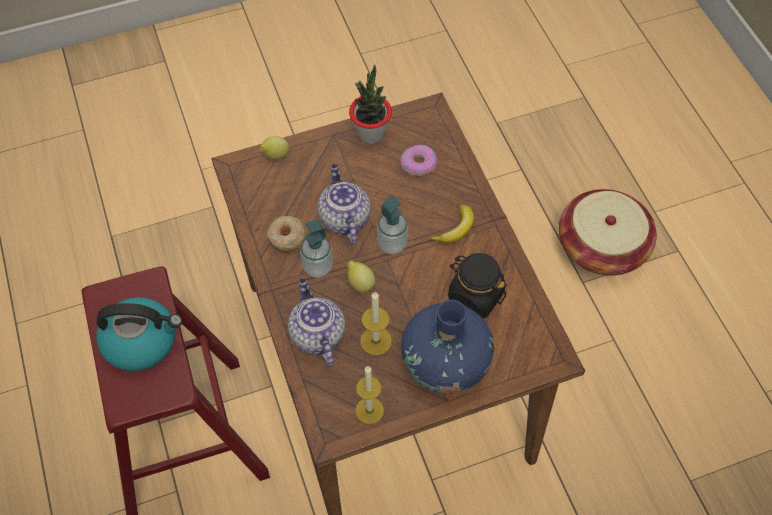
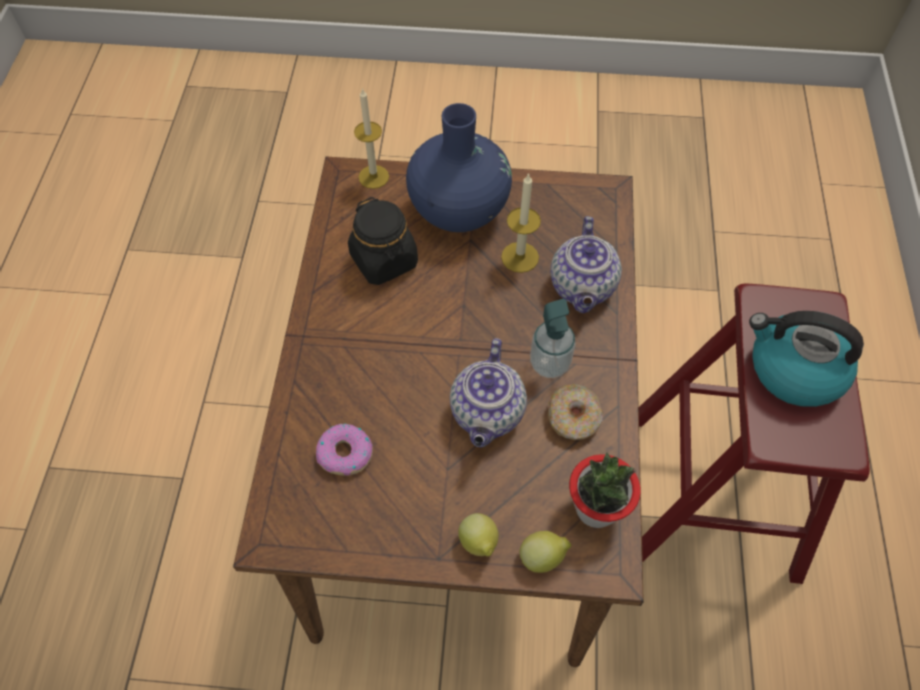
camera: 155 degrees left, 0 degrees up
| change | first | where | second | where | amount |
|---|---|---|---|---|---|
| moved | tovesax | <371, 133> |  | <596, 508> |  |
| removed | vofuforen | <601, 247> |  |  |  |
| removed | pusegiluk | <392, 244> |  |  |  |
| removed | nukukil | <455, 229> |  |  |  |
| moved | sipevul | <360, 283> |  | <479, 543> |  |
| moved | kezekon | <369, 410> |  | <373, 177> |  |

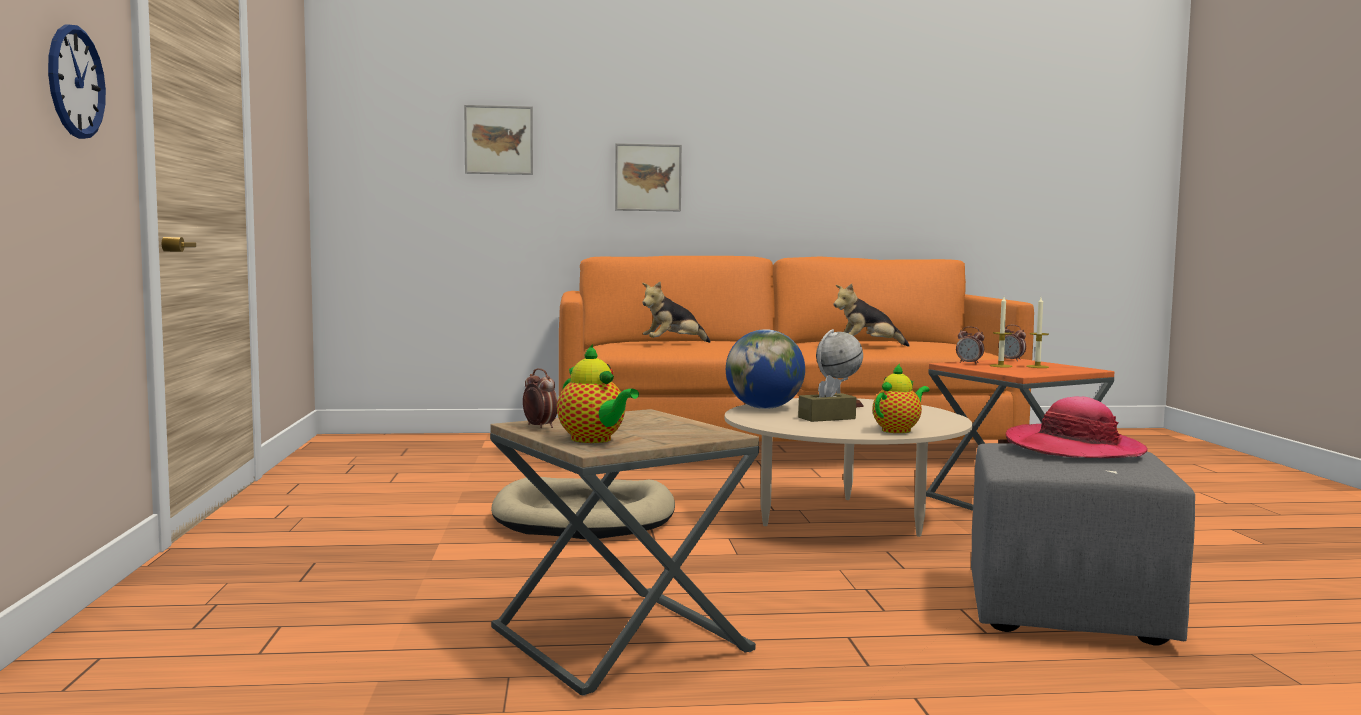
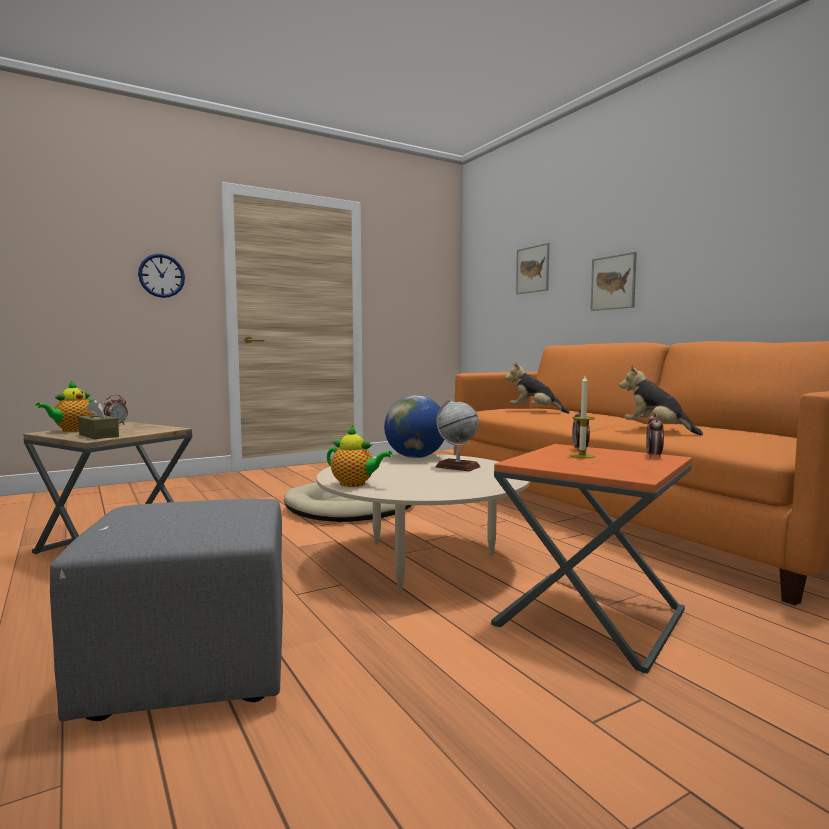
camera: 65 degrees right, 0 degrees up
| change | first | where | second | where | amount |
|---|---|---|---|---|---|
| removed | kezekon | <1037, 366> |  |  |  |
| moved | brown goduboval | <826, 418> |  | <98, 435> |  |
| removed | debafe | <1074, 449> |  |  |  |

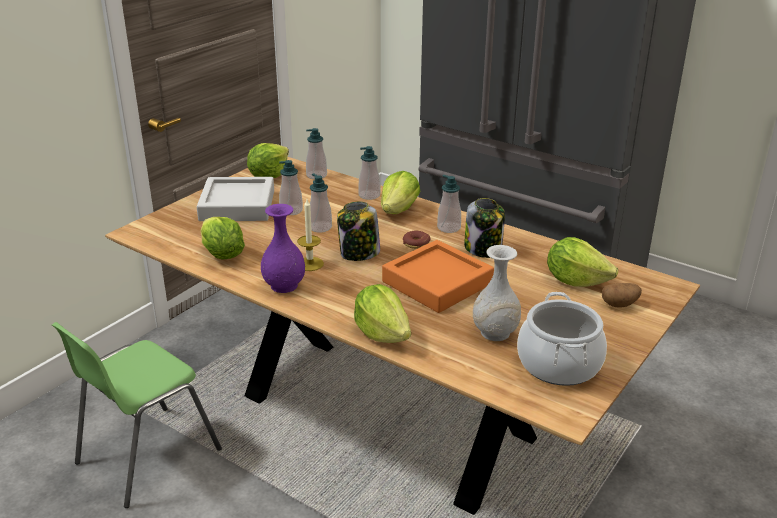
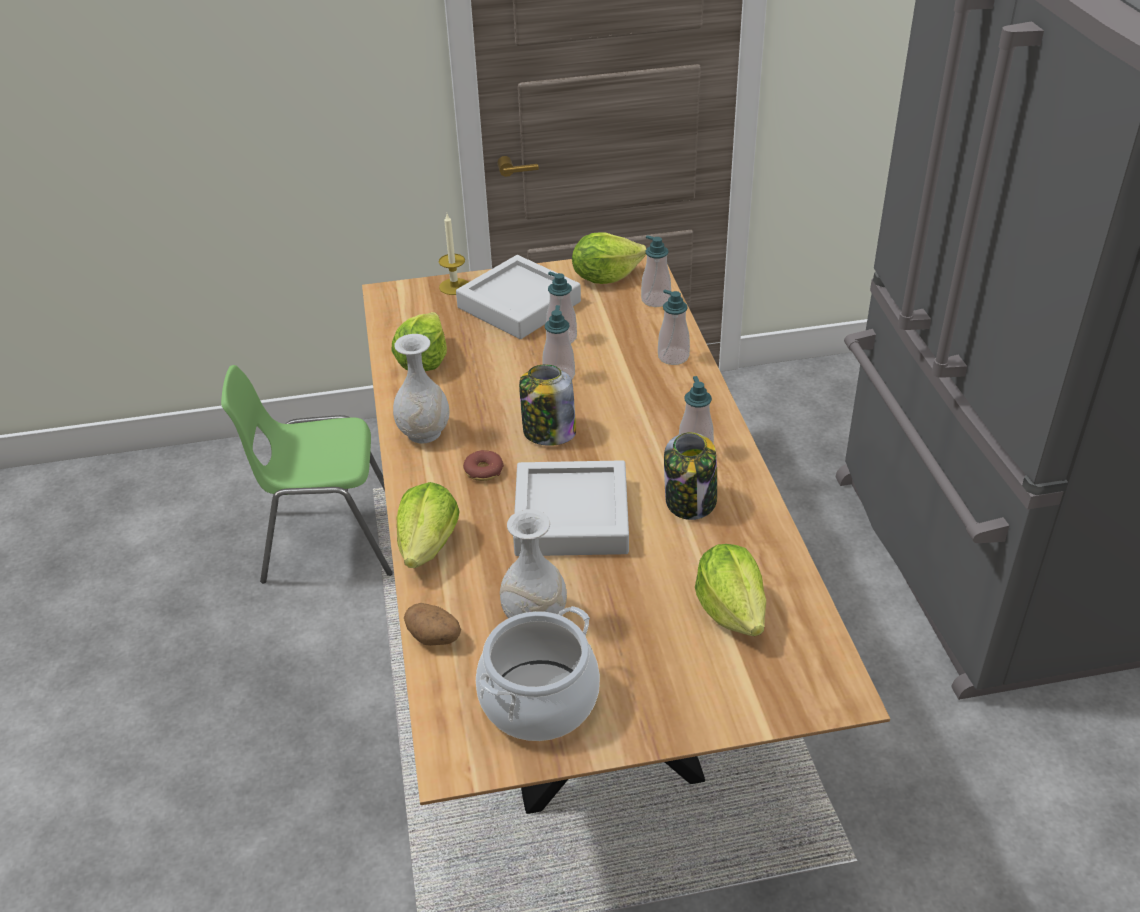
camera: 45 degrees right, 10 degrees up
| change | first | where | second | where | amount |
|---|---|---|---|---|---|
| removed | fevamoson | <399, 210> |  |  |  |
| moved | kezekon | <310, 264> |  | <454, 286> |  |
| recoloured | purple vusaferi | <284, 285> | white vusaferi | <425, 432> |  |
| moved | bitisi | <416, 244> |  | <483, 471> |  |
| recoloured | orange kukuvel | <437, 283> | grey kukuvel | <571, 517> |  |
| moved | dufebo | <619, 304> |  | <435, 637> |  |

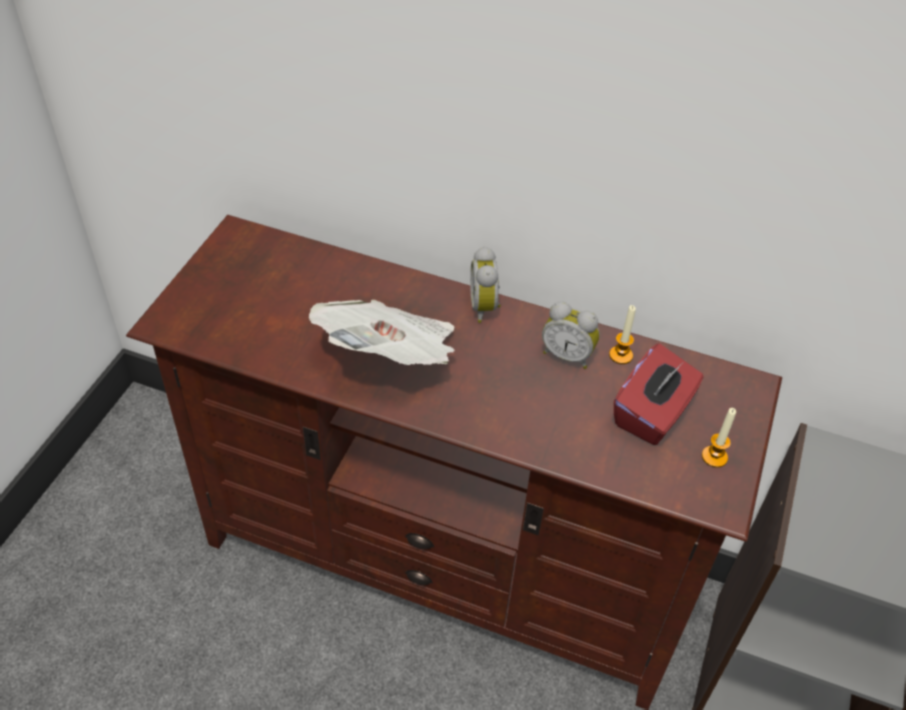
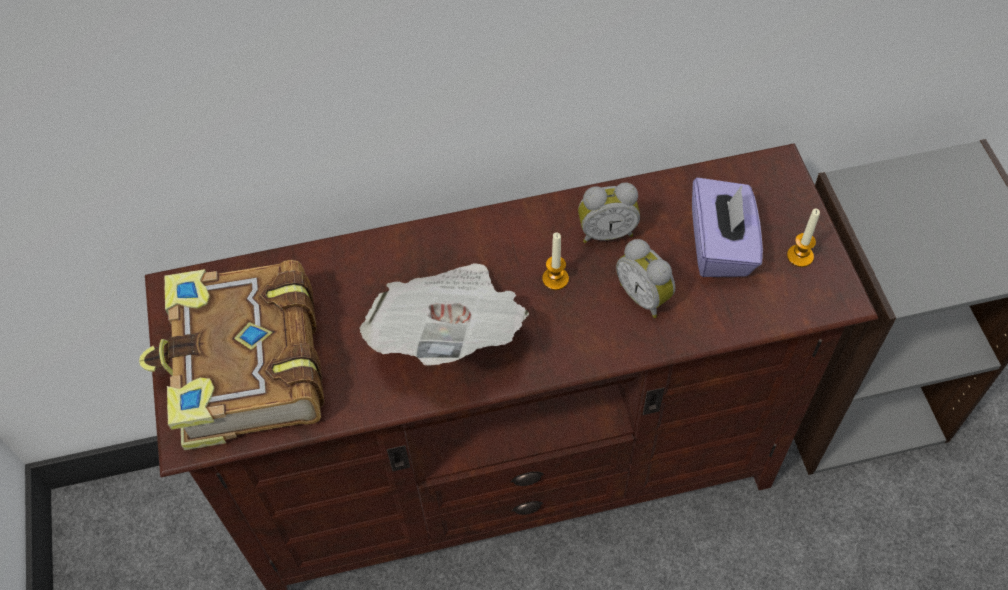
camera: 30 degrees left, 10 degrees up
| change | first | where | second | where | amount |
|---|---|---|---|---|---|
| moved | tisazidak | <485, 307> |  | <645, 296> |  |
| moved | kezekon | <620, 355> |  | <555, 279> |  |
| recoloured | red goduboval | <652, 414> | purple goduboval | <721, 246> |  |
| added |  |  | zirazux | <246, 368> |  |

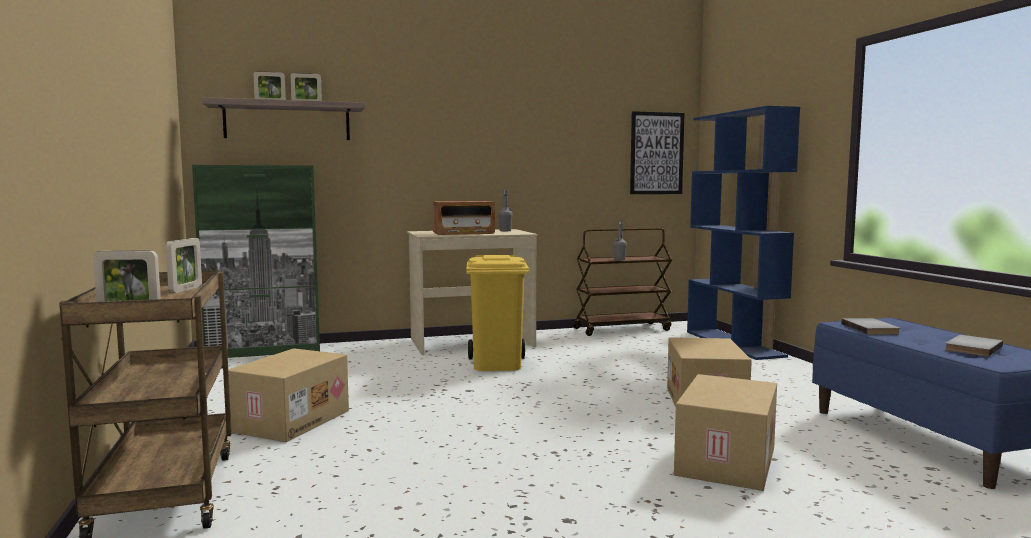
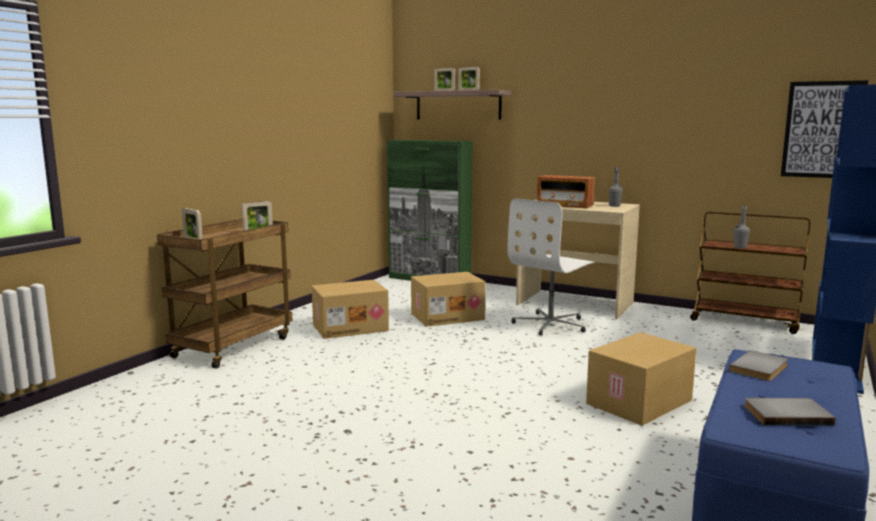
camera: 45 degrees right, 5 degrees up
| change | first | where | second | where | amount |
|---|---|---|---|---|---|
| replaced | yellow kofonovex | <496, 364> | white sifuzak | <551, 324> |  |
| moved | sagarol | <724, 460> |  | <447, 316> |  |

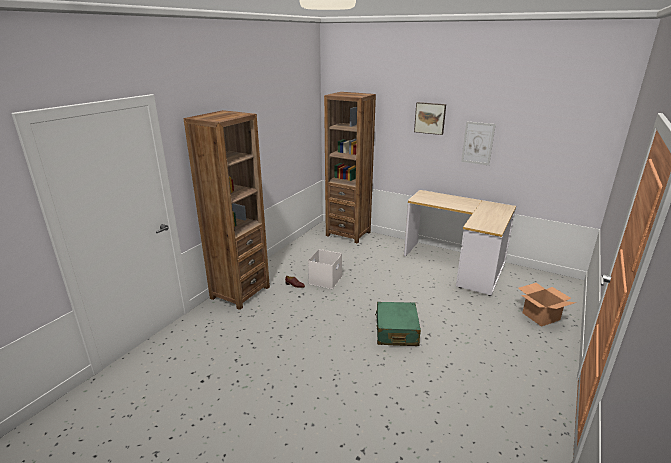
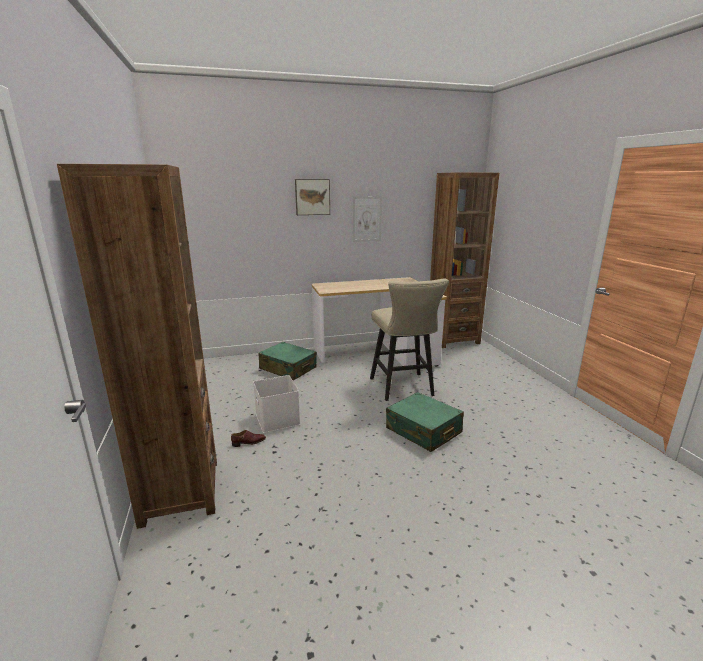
camera: 45 degrees left, 5 degrees down
| change | first | where | second | where | amount |
|---|---|---|---|---|---|
| moved | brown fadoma | <348, 234> |  | <452, 339> |  |
| removed | sagarol | <540, 316> |  |  |  |
| added |  |  | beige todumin | <403, 389> |  |
| added |  |  | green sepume | <288, 368> |  |

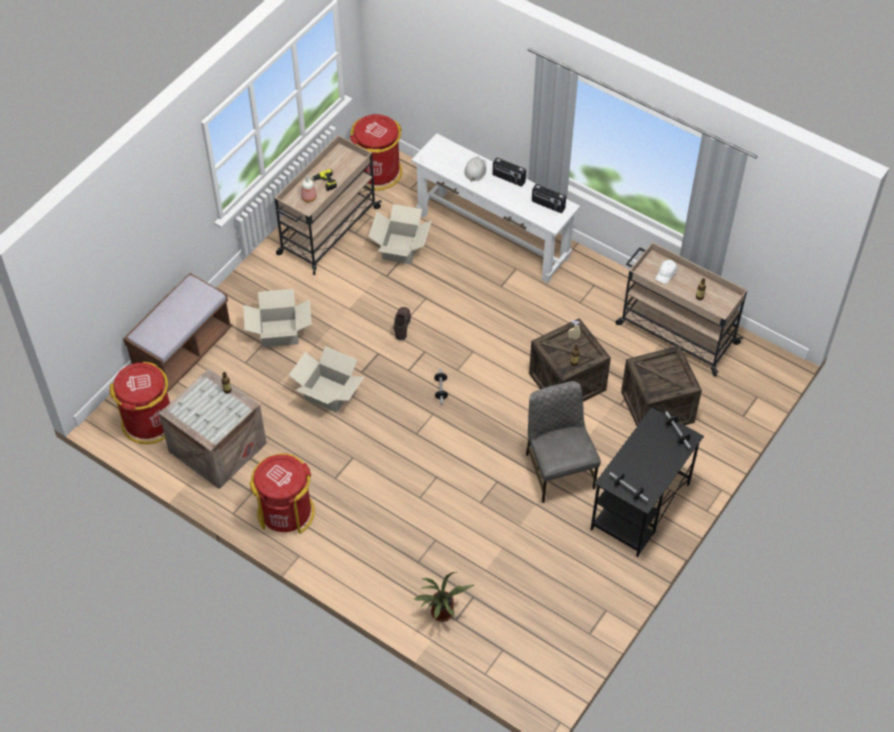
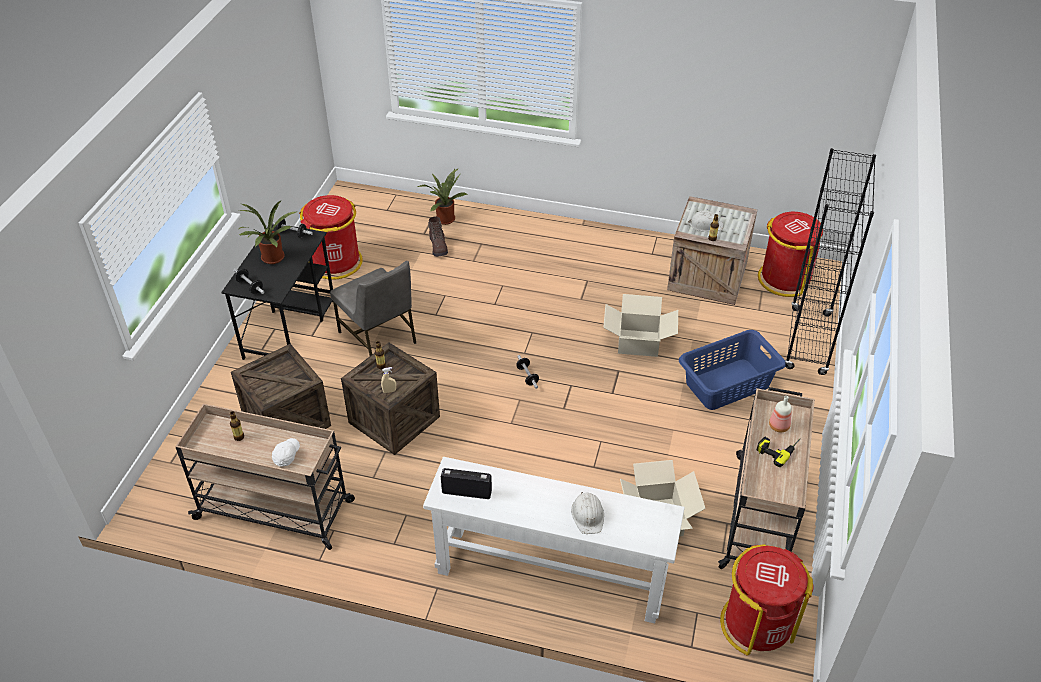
camera: 160 degrees right, 10 degrees down
| change | first | where | second | where | amount |
|---|---|---|---|---|---|
| removed | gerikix | <508, 179> |  |  |  |
| replaced | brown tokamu | <183, 351> | black fadoma | <808, 341> |  |
| replaced | sagarol | <279, 332> | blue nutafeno | <728, 384> |  |
| moved | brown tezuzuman | <401, 326> |  | <438, 247> |  |
| moved | red kofonovex | <286, 512> |  | <335, 262> |  |
| added |  |  | tovesax | <272, 259> |  |
| added |  |  | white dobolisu | <705, 225> |  |

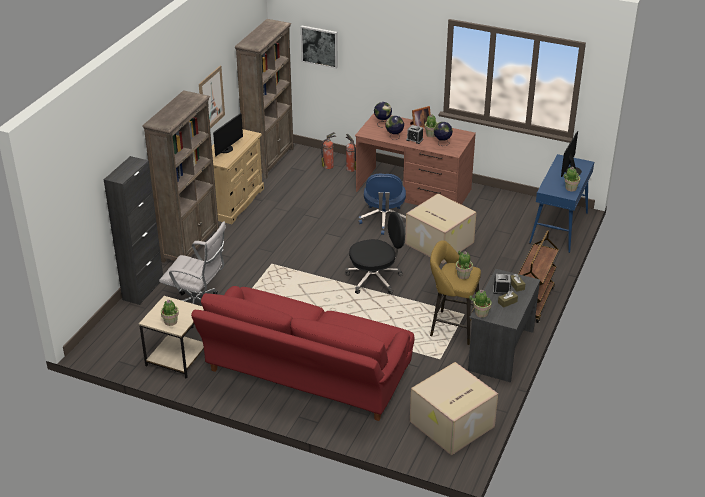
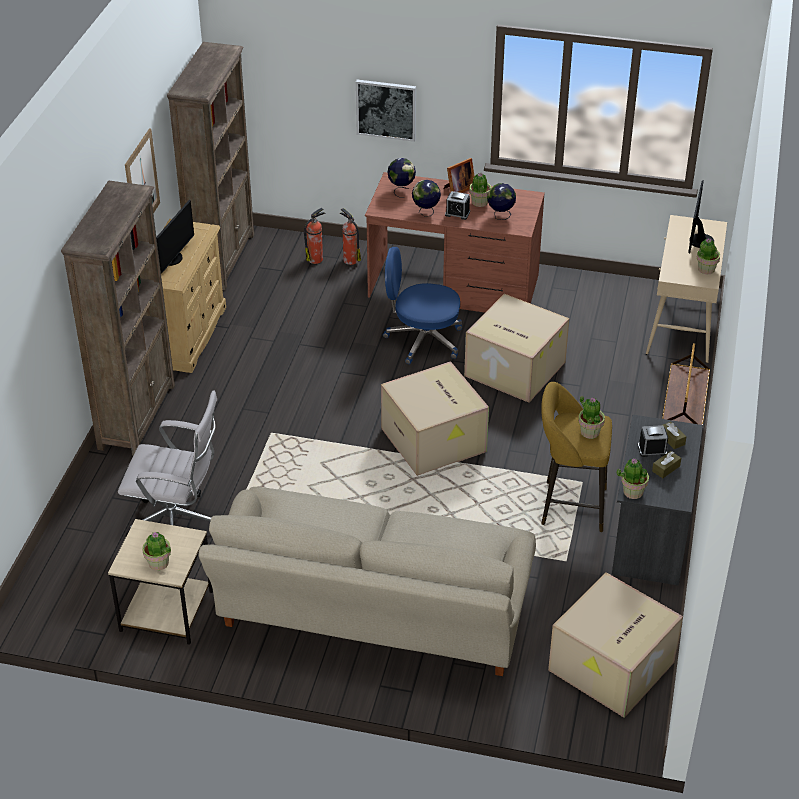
camera: 10 degrees left, 5 degrees up
| change | first | where | second | where | amount |
|---|---|---|---|---|---|
| moved | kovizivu | <319, 46> |  | <386, 109> |  |
| recoloured | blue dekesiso | <559, 228> | beige dekesiso | <682, 325> |  |
| removed | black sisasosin | <143, 289> |  |  |  |
| turned | blue sifuzak | <384, 220> |  | <422, 340> | 105 degrees clockwise |
| replaced | black sifuzak | <375, 279> | sagarol | <435, 440> |  |
| recoloured | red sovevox | <306, 375> | beige sovevox | <373, 614> |  |

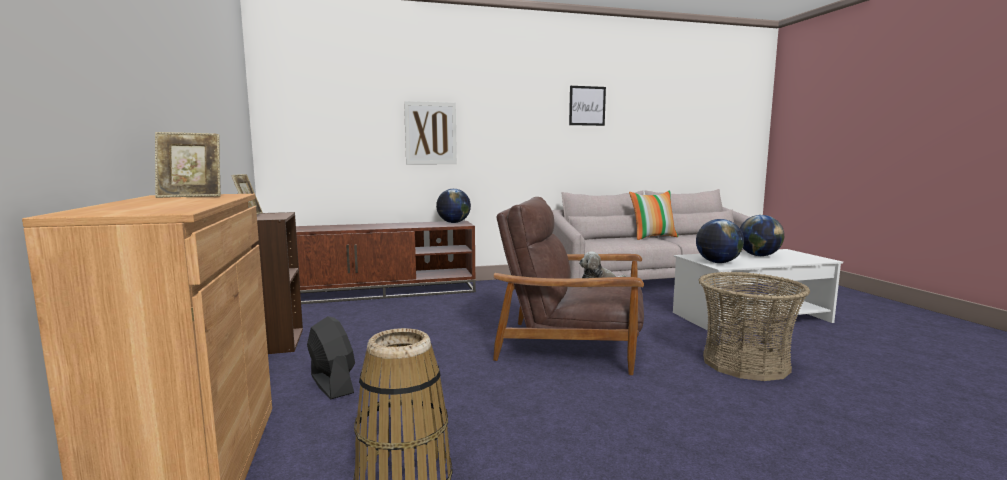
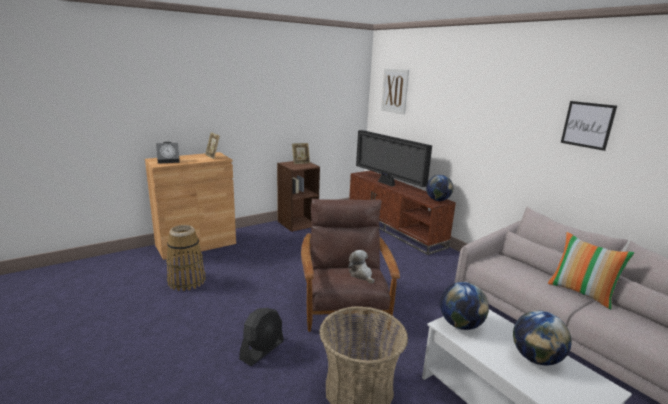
camera: 70 degrees right, 10 degrees up
| change | first | where | second | where | amount |
|---|---|---|---|---|---|
| moved | kovizivu | <430, 133> |  | <395, 91> |  |
| moved | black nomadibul | <332, 384> |  | <262, 350> |  |
| added |  |  | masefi | <387, 184> |  |
| added |  |  | tisazidak | <169, 161> |  |

